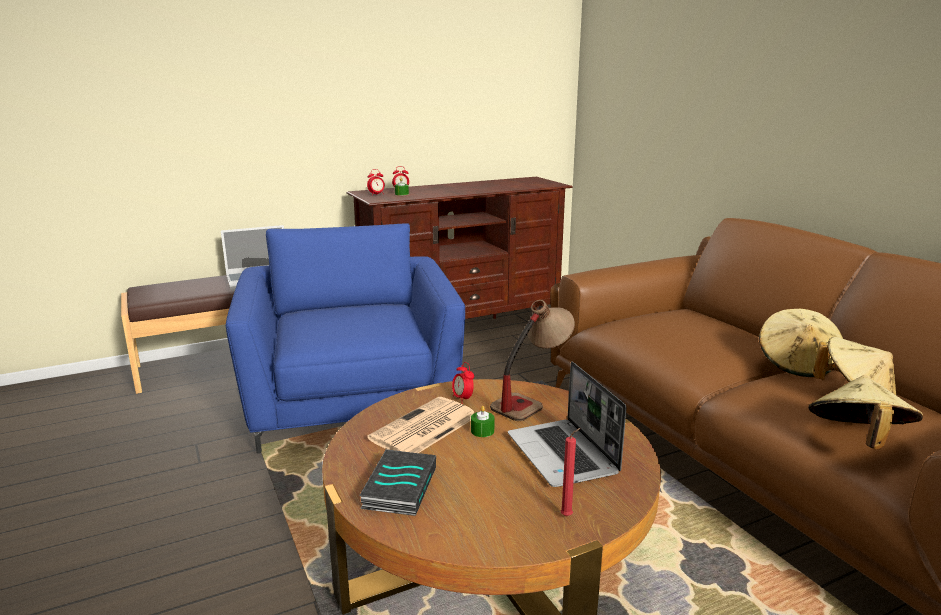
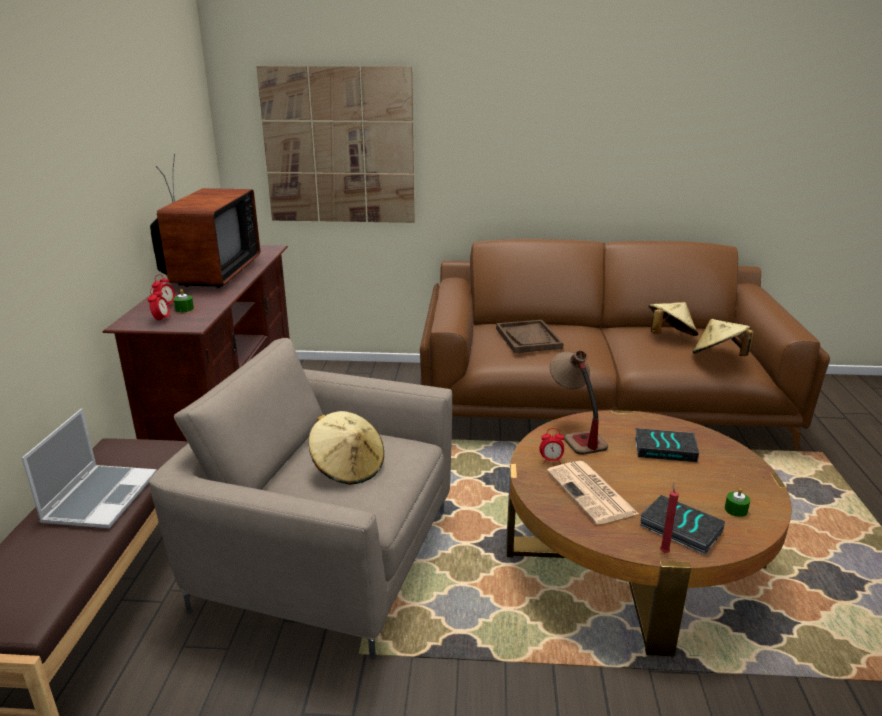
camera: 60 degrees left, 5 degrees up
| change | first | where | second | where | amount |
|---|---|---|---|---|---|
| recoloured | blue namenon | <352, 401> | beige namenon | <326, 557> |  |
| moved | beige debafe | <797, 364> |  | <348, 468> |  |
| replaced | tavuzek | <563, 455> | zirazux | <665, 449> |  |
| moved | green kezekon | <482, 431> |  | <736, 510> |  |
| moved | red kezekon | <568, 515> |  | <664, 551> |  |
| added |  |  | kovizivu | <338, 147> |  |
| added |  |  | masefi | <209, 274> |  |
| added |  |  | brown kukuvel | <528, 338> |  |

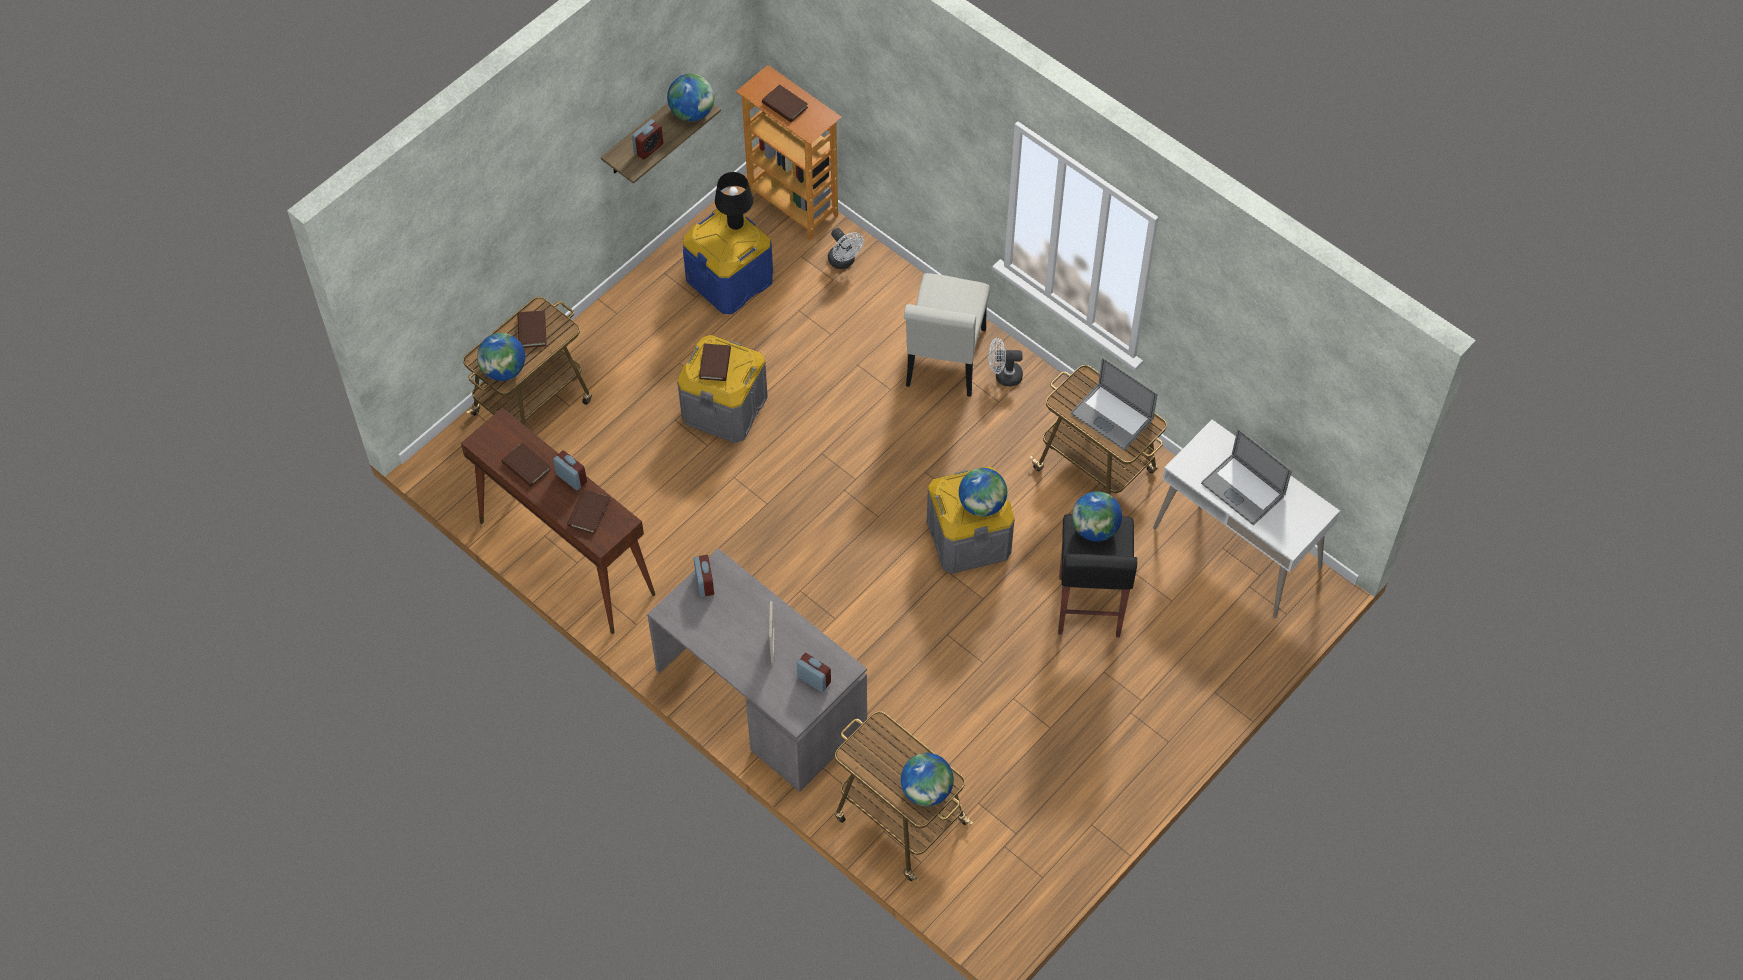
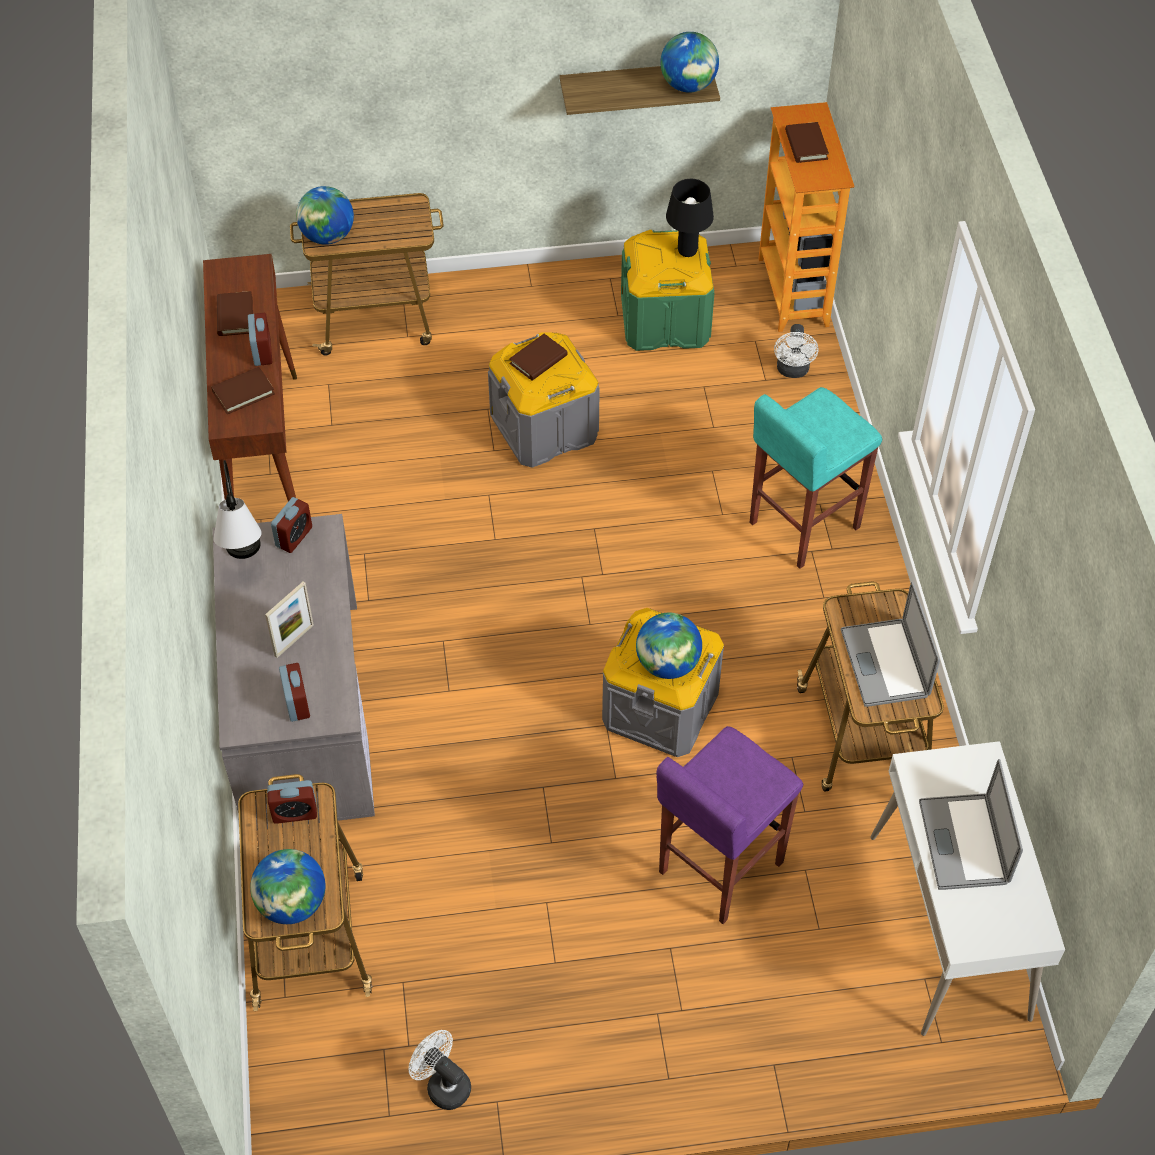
camera: 40 degrees right, 5 degrees down
| change | first | where | second | where | amount |
|---|---|---|---|---|---|
| moved | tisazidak | <648, 148> |  | <294, 813> |  |
| recoloured | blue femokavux | <730, 280> | green femokavux | <665, 320> |  |
| replaced | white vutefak | <944, 363> | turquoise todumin | <802, 525> |  |
| removed | brown zirazux | <532, 331> |  |  |  |
| moved | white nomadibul | <1003, 376> |  | <443, 1084> |  |
| removed | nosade | <1095, 529> |  |  |  |
| recoloured | black todumin | <1088, 607> | purple todumin | <718, 867> |  |
| added |  |  | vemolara | <244, 564> |  |

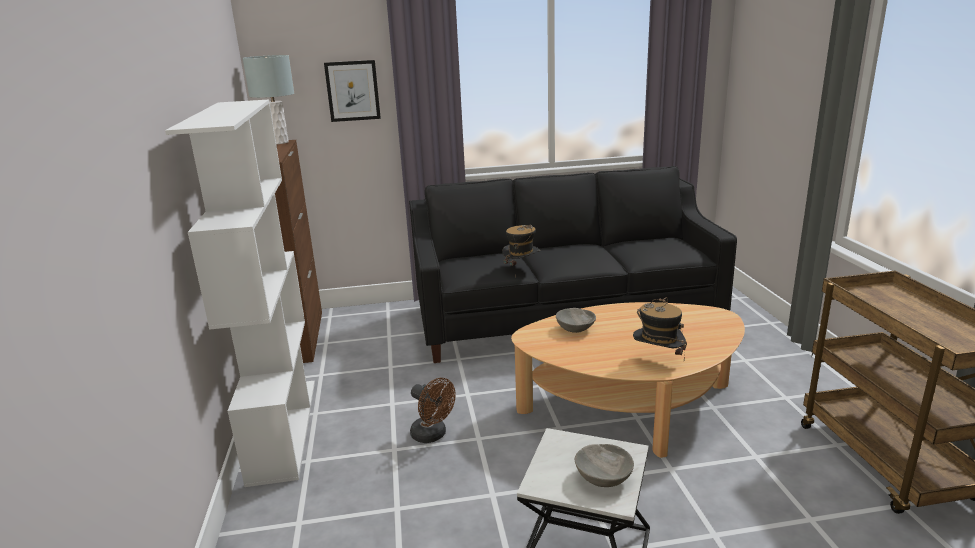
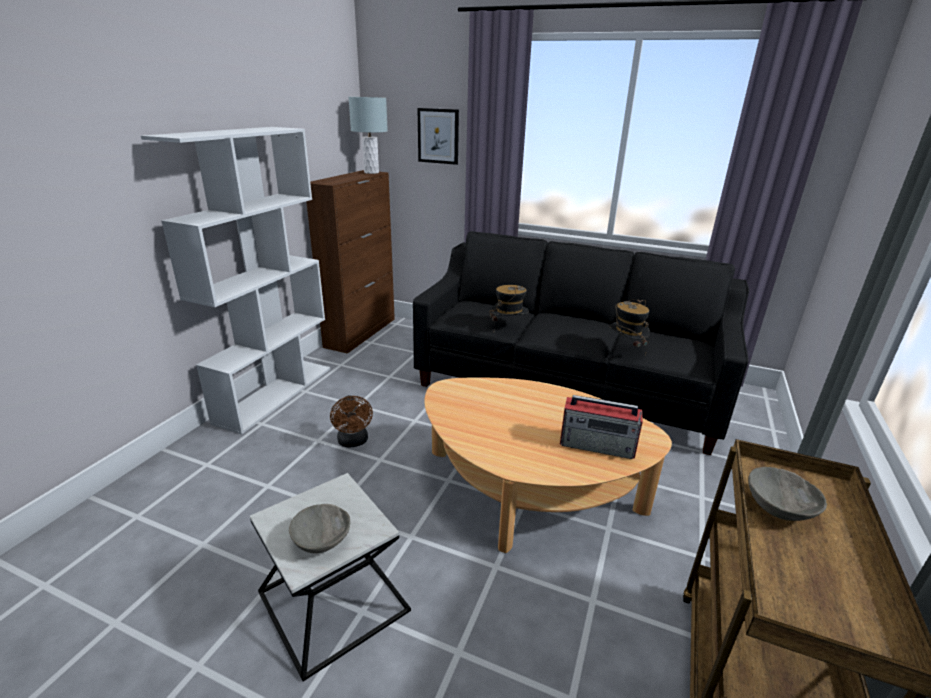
camera: 30 degrees right, 5 degrees up
| change | first | where | second | where | amount |
|---|---|---|---|---|---|
| moved | debafe | <657, 360> |  | <625, 349> |  |
| moved | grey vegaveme | <574, 329> |  | <777, 507> |  |
| added |  |  | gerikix | <598, 445> |  |

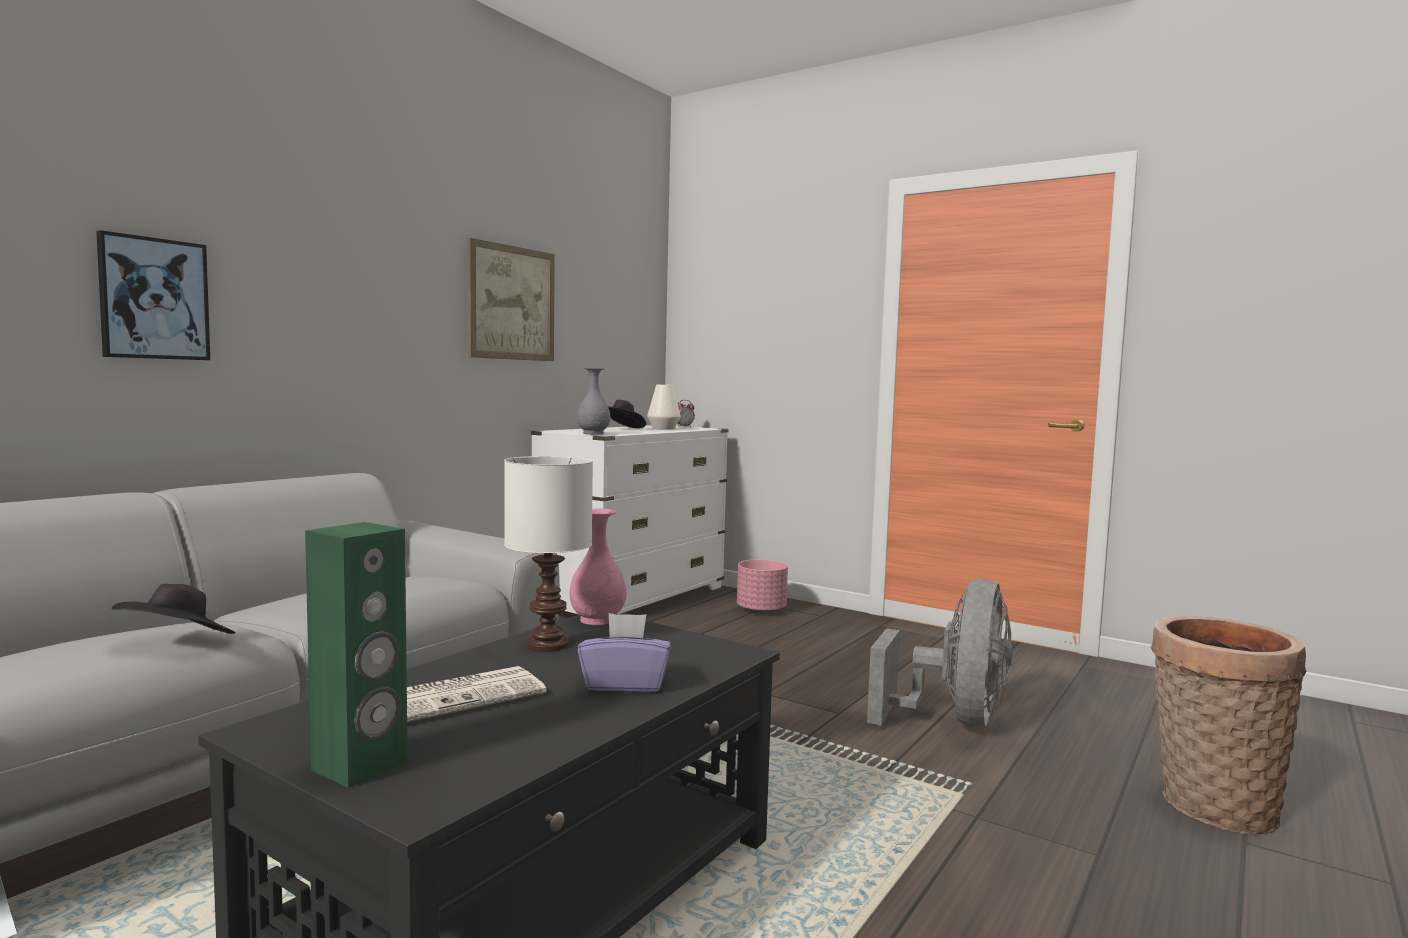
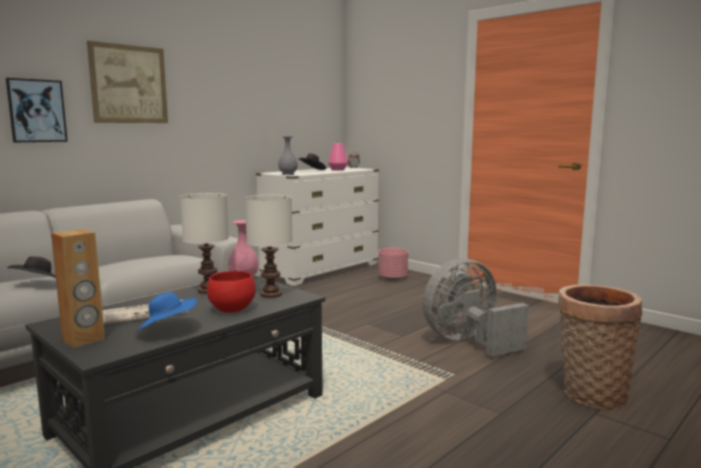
camera: 10 degrees right, 5 degrees up
| change | first | where | second | where | amount |
|---|---|---|---|---|---|
| moved | kovizivu | <511, 303> |  | <129, 84> |  |
| recoloured | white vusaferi | <663, 428> | pink vusaferi | <338, 170> |  |
| recoloured | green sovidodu | <360, 766> | brown sovidodu | <84, 340> |  |
| turned | grey nomadibul | <954, 720> |  | <468, 342> | 150 degrees counterclockwise |
| replaced | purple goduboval | <625, 683> | red vegaveme | <231, 309> |  |
| added |  |  | white vemolara | <272, 294> |  |
| added |  |  | blue debafe | <167, 330> |  |

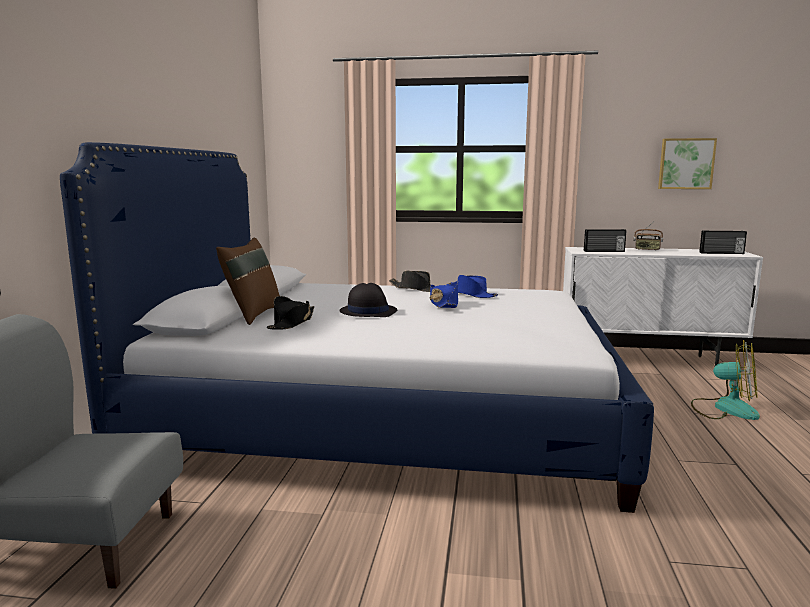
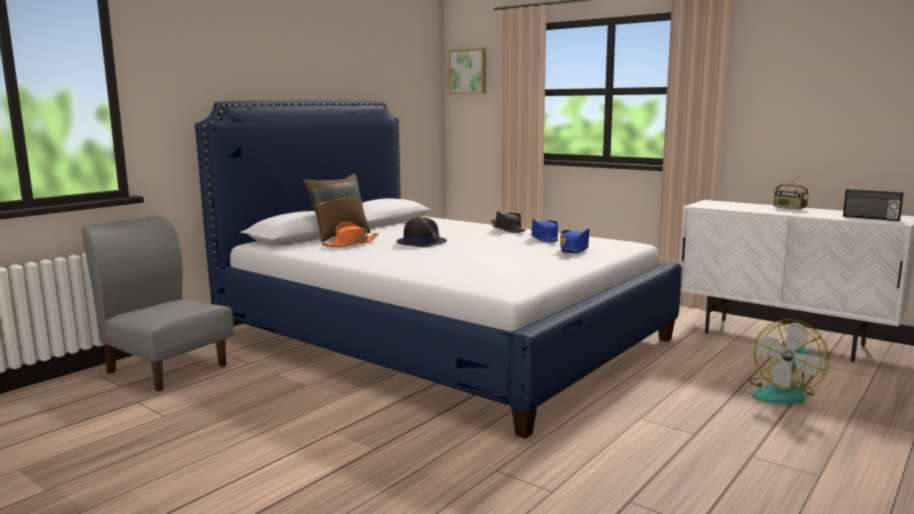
camera: 30 degrees right, 0 degrees up
| change | first | where | second | where | amount |
|---|---|---|---|---|---|
| moved | kovizivu | <686, 164> |  | <468, 71> |  |
| removed | gerikix | <604, 251> |  |  |  |
| moved | blue debafe | <444, 304> |  | <574, 249> |  |
| recoloured | black debafe | <292, 323> | orange debafe | <351, 244> |  |
| turned | nomadibul | <725, 408> |  | <784, 393> | 75 degrees clockwise |

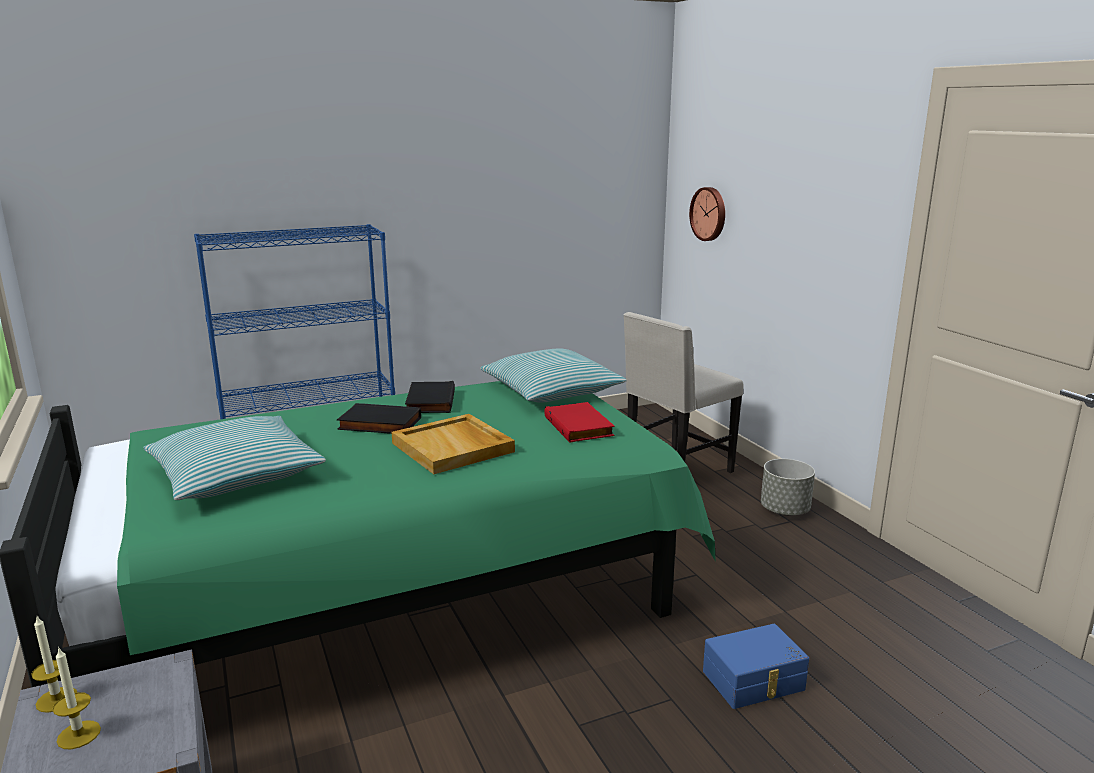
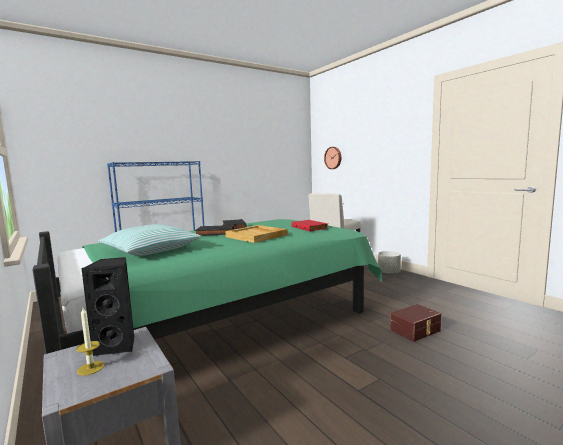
camera: 10 degrees left, 10 degrees down
| change | first | where | second | where | amount |
|---|---|---|---|---|---|
| removed | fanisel | <551, 390> |  |  |  |
| removed | kezekon | <57, 699> |  |  |  |
| recoloured | blue femokavux | <754, 681> | brown femokavux | <416, 330> |  |
| added |  |  | black sovidodu | <117, 345> |  |

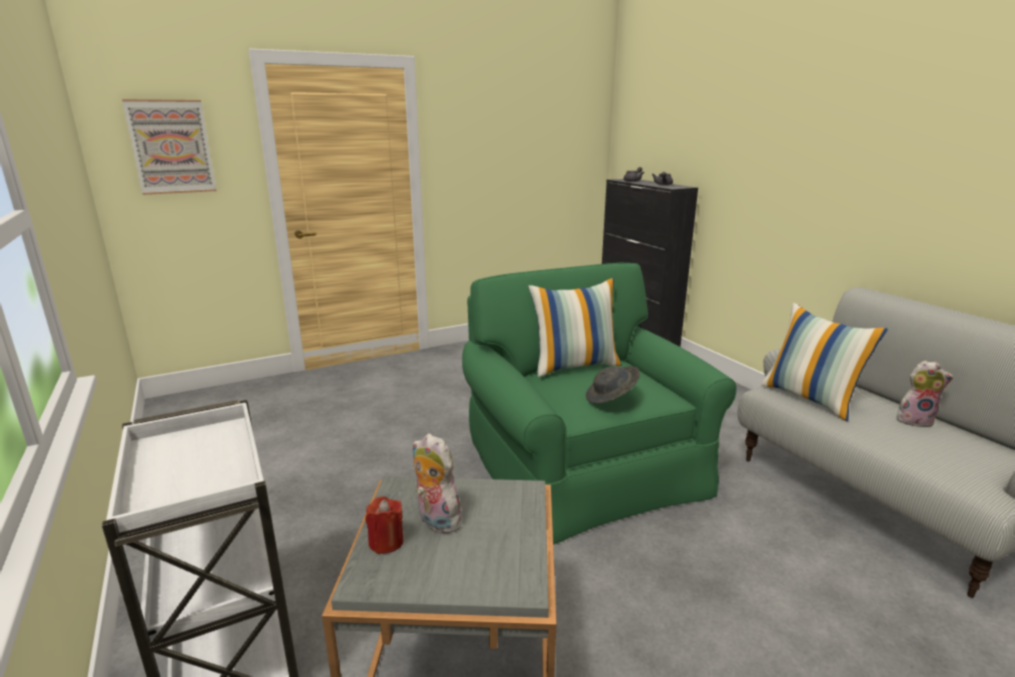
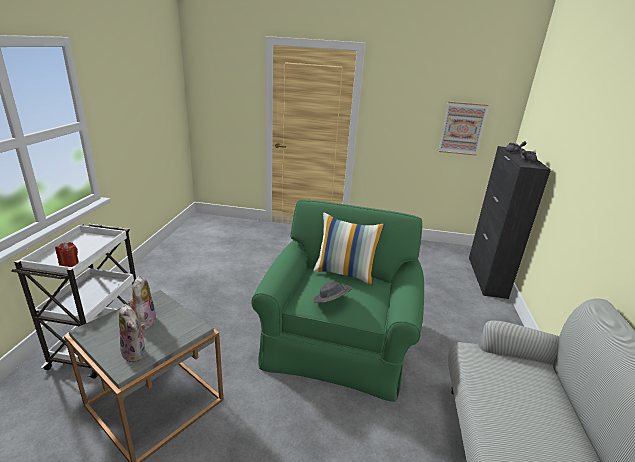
camera: 35 degrees right, 5 degrees up
| change | first | where | second | where | amount |
|---|---|---|---|---|---|
| moved | kovizivu | <171, 147> |  | <462, 128> |  |
| removed | fanisel | <810, 399> |  |  |  |
| moved | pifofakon | <915, 420> |  | <136, 353> |  |
| moved | red kezekon | <386, 542> |  | <69, 263> |  |

